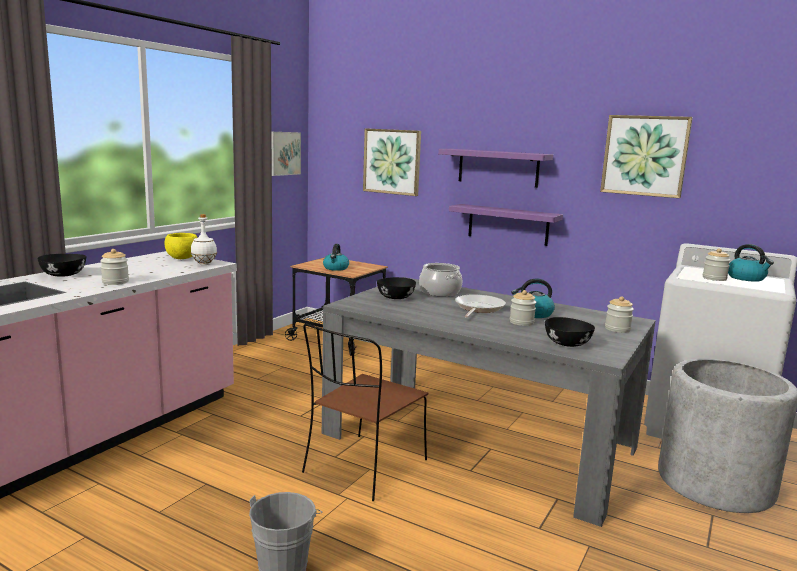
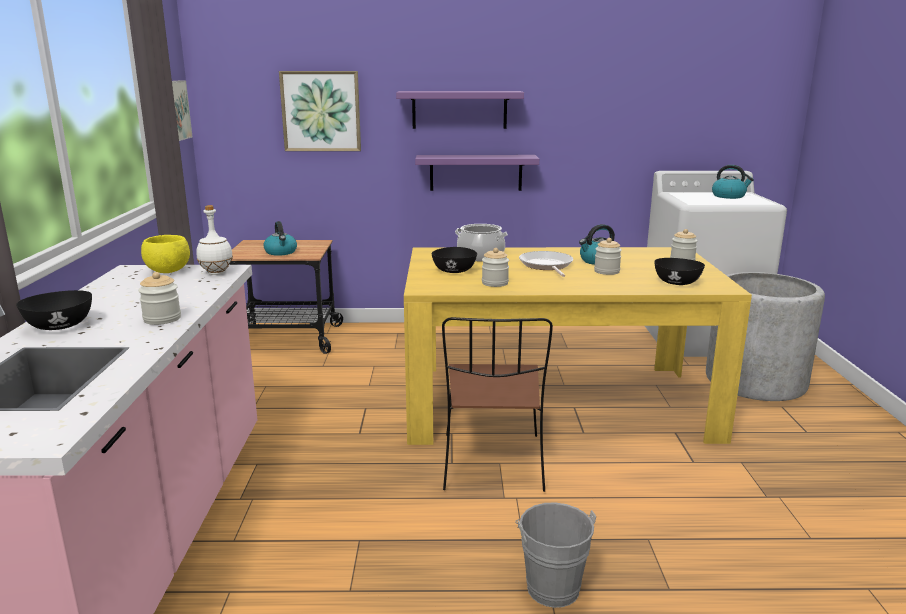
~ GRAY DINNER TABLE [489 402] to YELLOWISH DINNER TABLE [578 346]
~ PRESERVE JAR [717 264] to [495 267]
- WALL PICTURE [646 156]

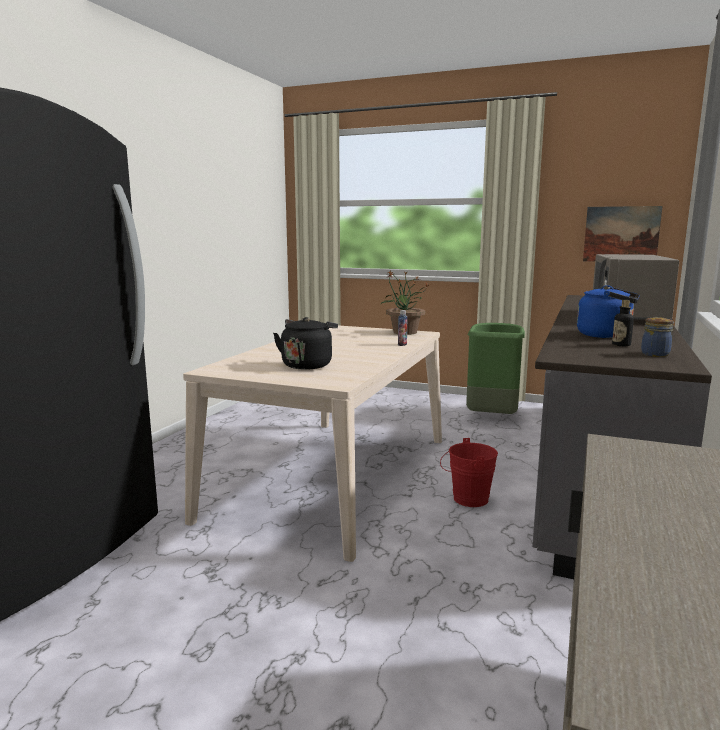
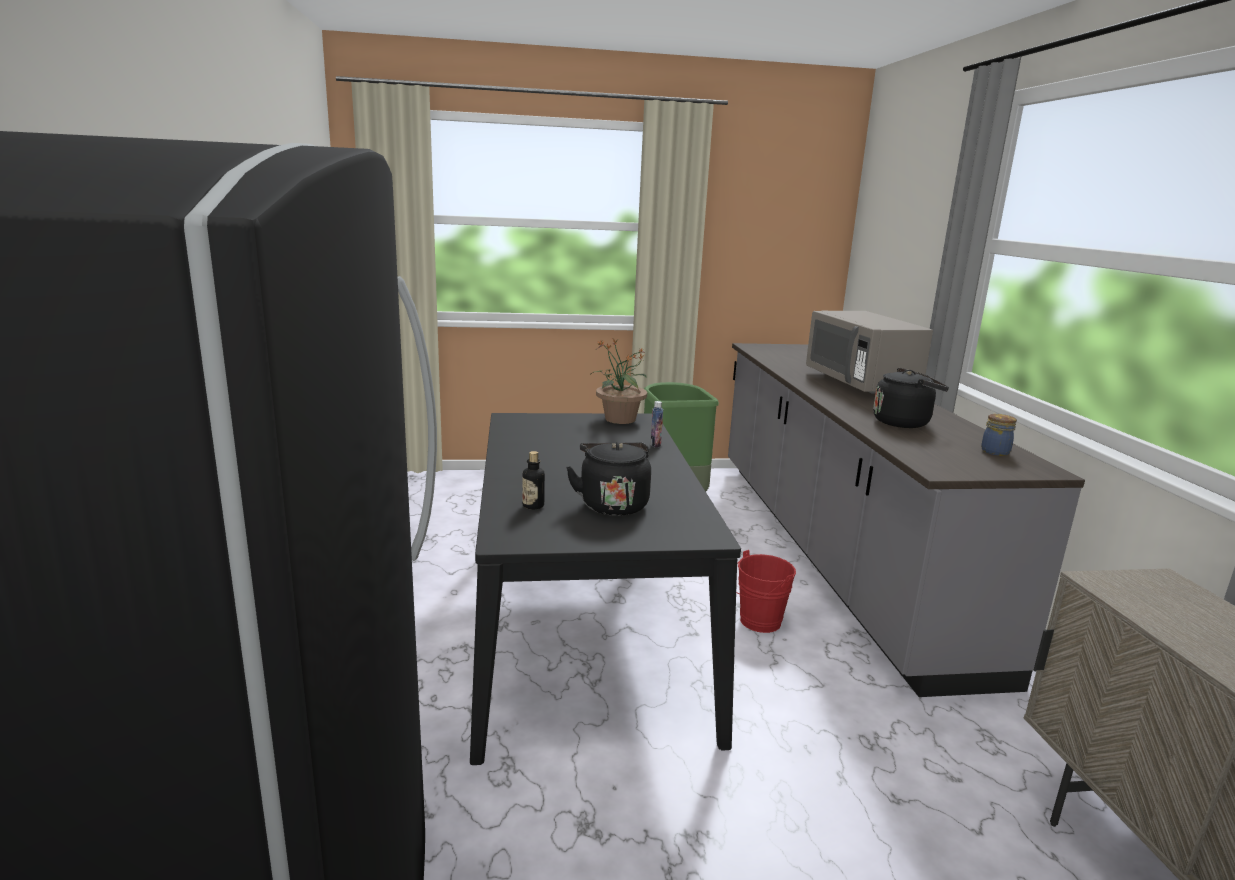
~ BEIGE-COLOURED DINNER TABLE [312 443] to BLACKISH DINNER TABLE [605 589]
~ BOTTLE [623 323] to [533 480]
~ BLUISH KETTLE [608 311] to BLACKISH KETTLE [911 398]
- WALL PICTURE [623 234]

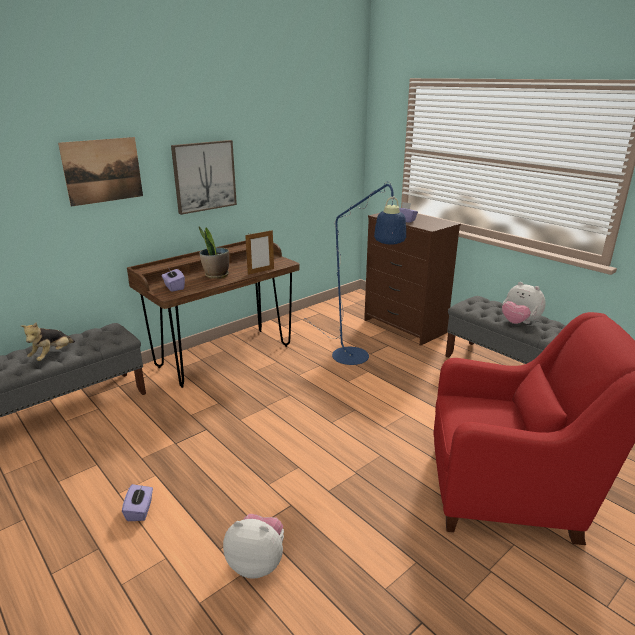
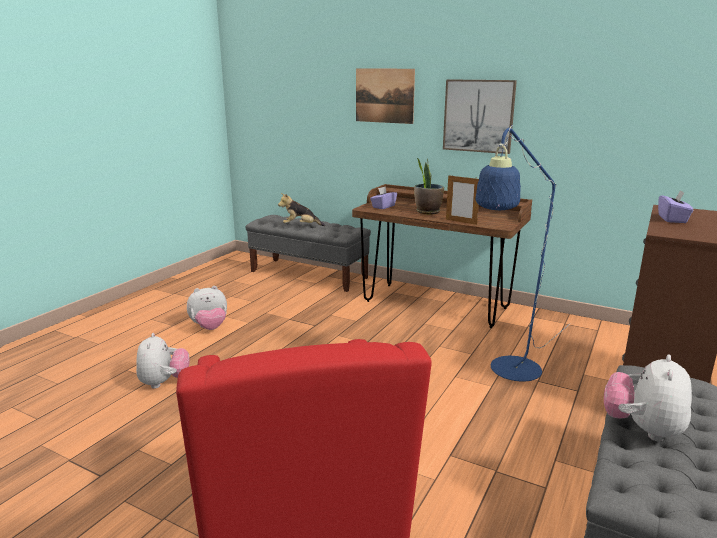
~ PURPLE-COLOURED TISSUE BOX [137 502] to SOFT TOY [207 308]

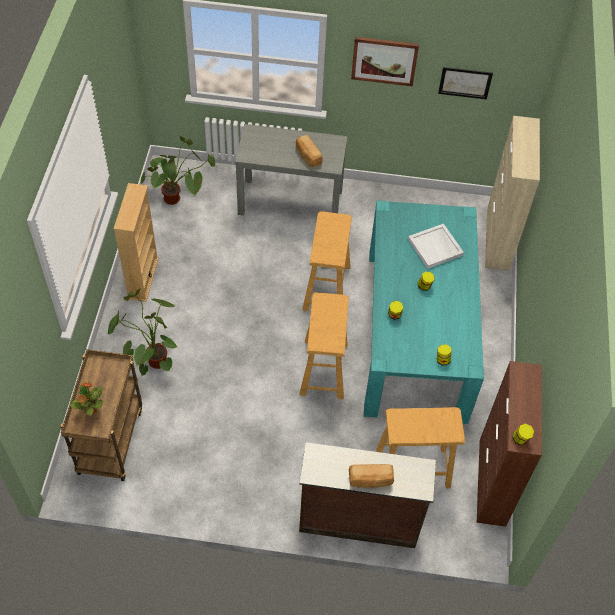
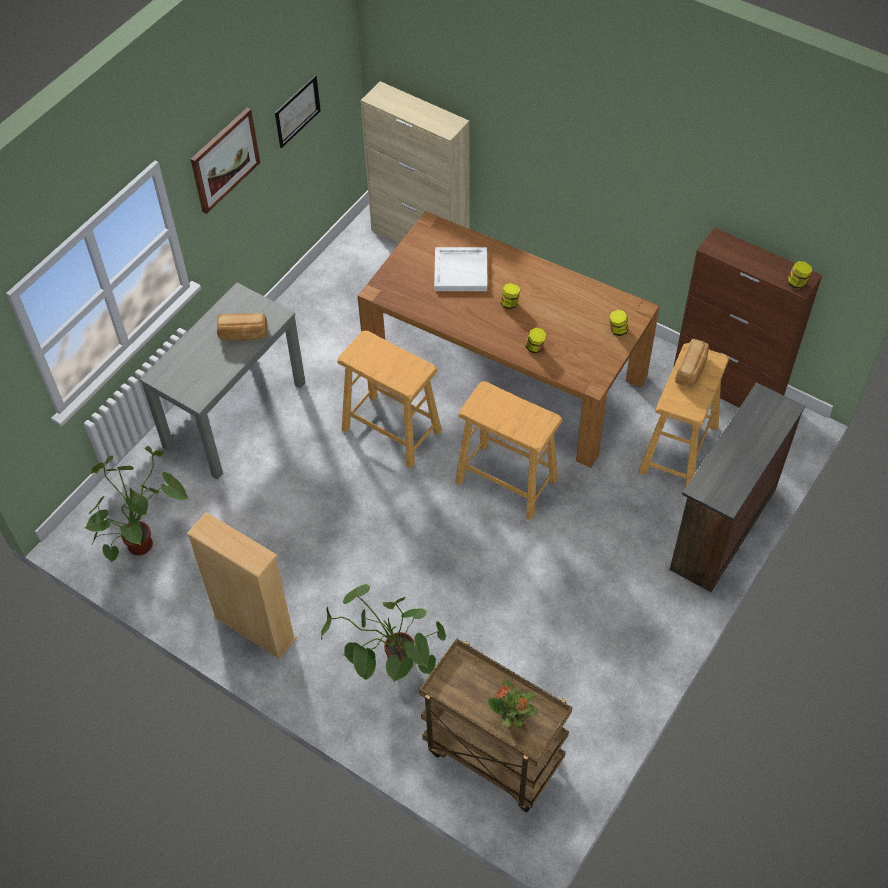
~ BLUE-GREEN DINNER TABLE [424 312] to BROWN-COLOURED DINNER TABLE [509 339]
~ BAKED BREAD [371 476] to [692 363]

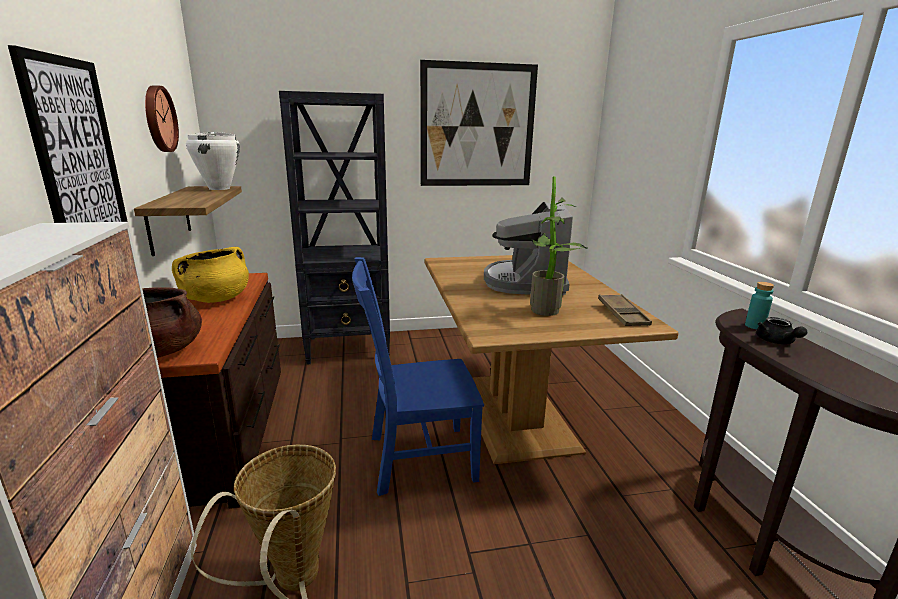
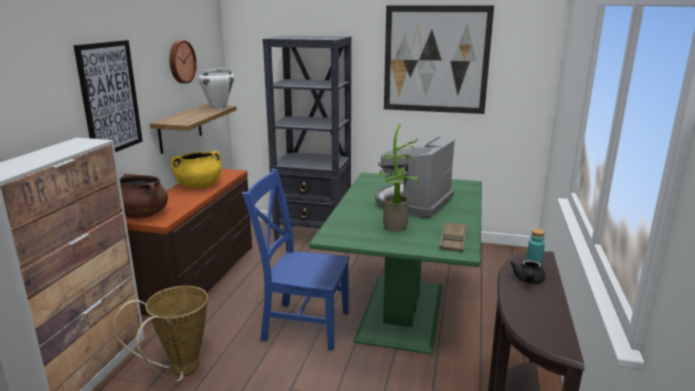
~ BROWN-COLOURED DINNER TABLE [551 359] to GREEN-COLOURED DINNER TABLE [396 263]

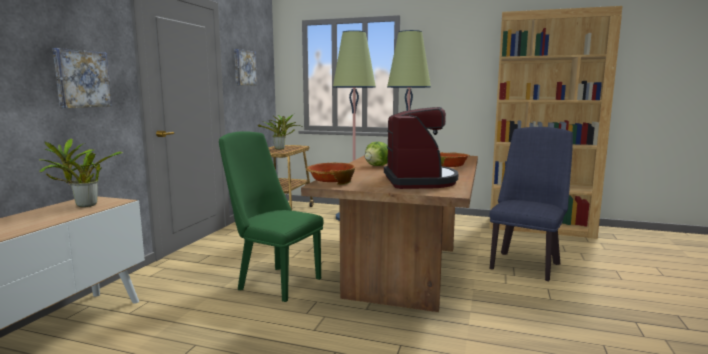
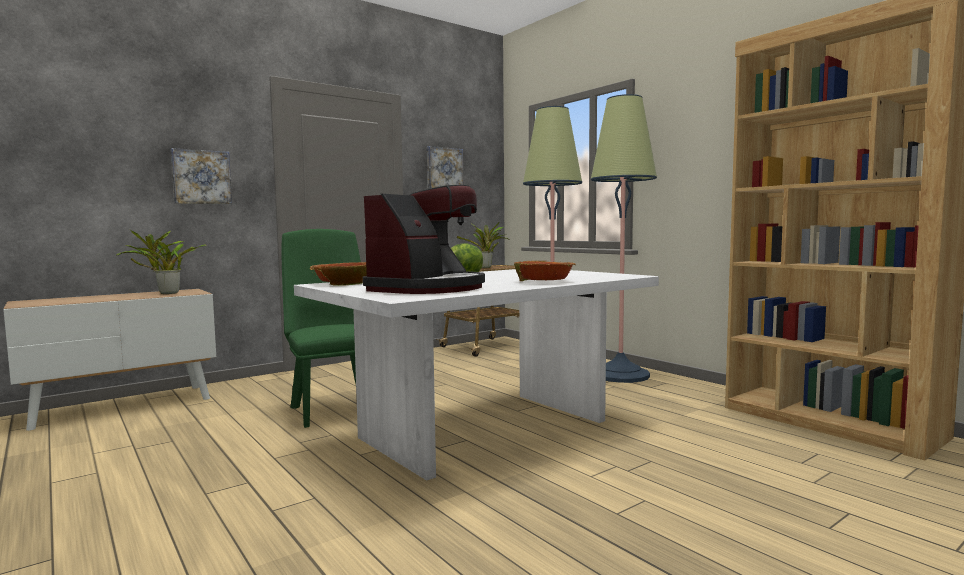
~ BROWN-COLOURED DINNER TABLE [389 233] to WHITE-COLOURED DINNER TABLE [476 375]
- BLUISH CHAIR [531 204]

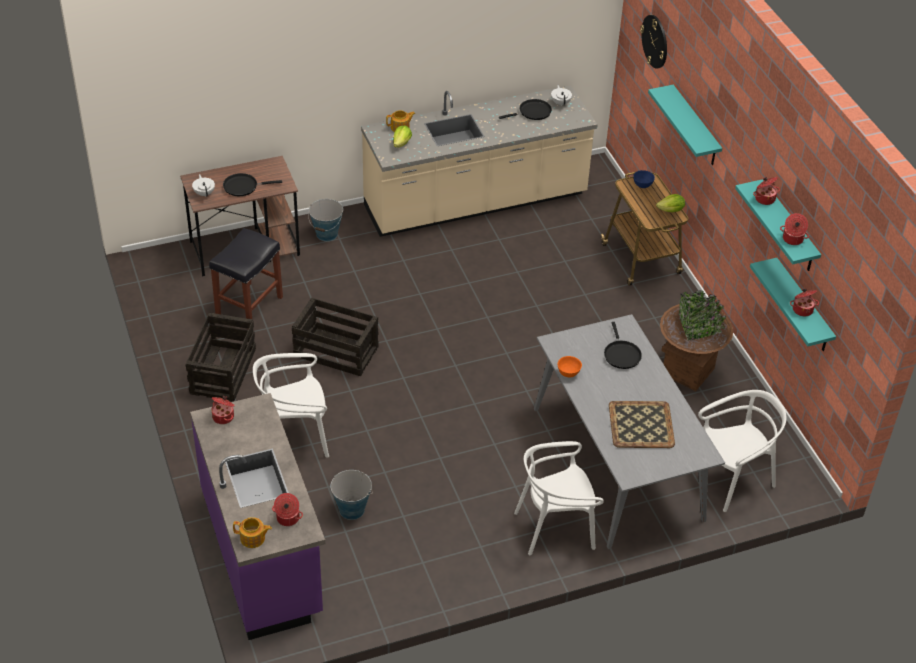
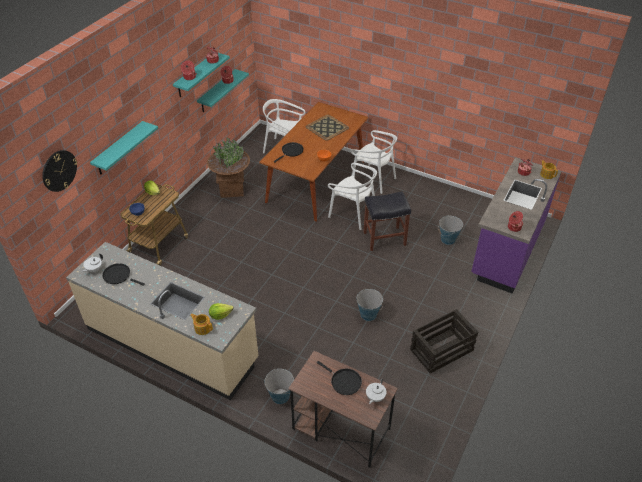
~ GRAY DINNER TABLE [629 431] to BROWN-COLOURED DINNER TABLE [314 161]
~ WHITE-COLOURED CHAIR [291 405] to [352 196]
~ SHIPPING CRATE [335 337] to BUCKET [370 305]
~ BLACKISH SITTING STOOL [246 273] to [387 221]

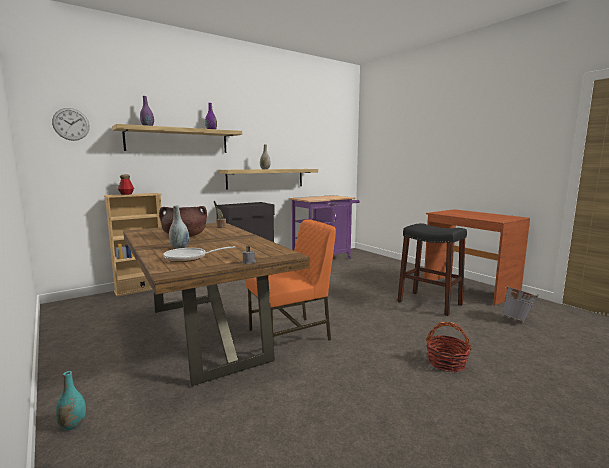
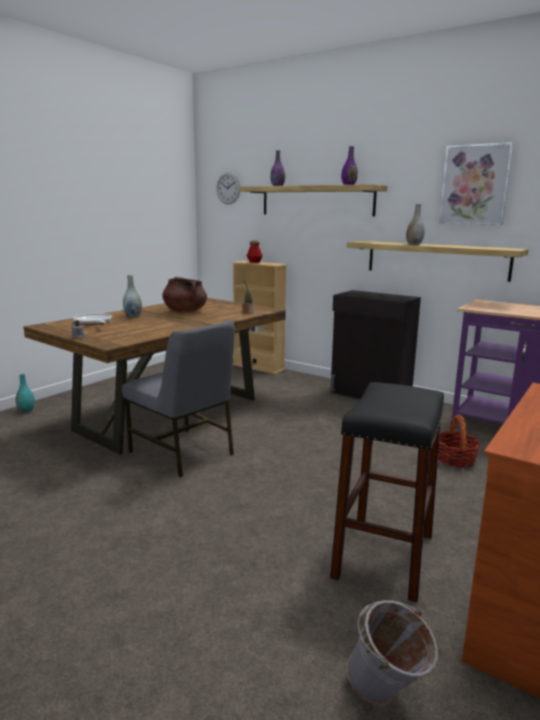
~ ORANGEY CHAIR [290 280] to GRAY CHAIR [178 398]
~ HOUSEHOLD BASKET [448 347] to [459 441]
+ WALL PICTURE [476 183]

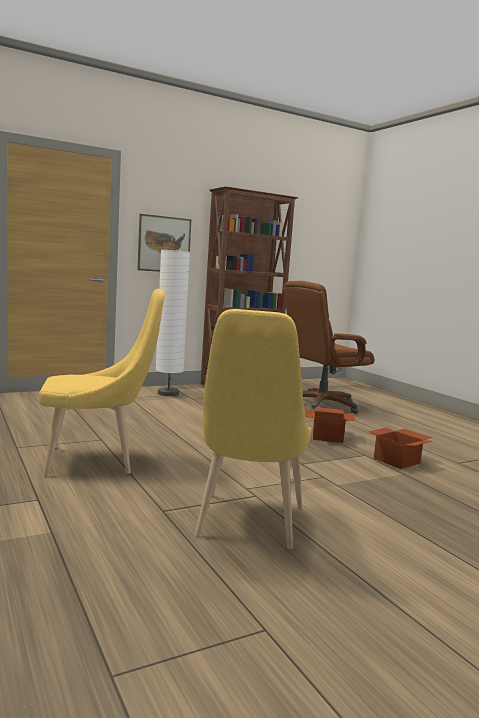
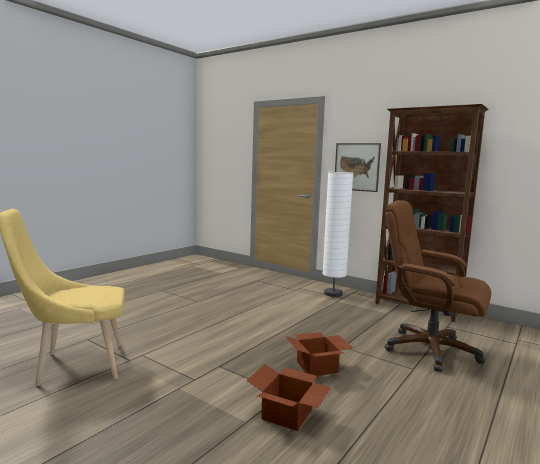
- YELLOWISH CHAIR [102 383]

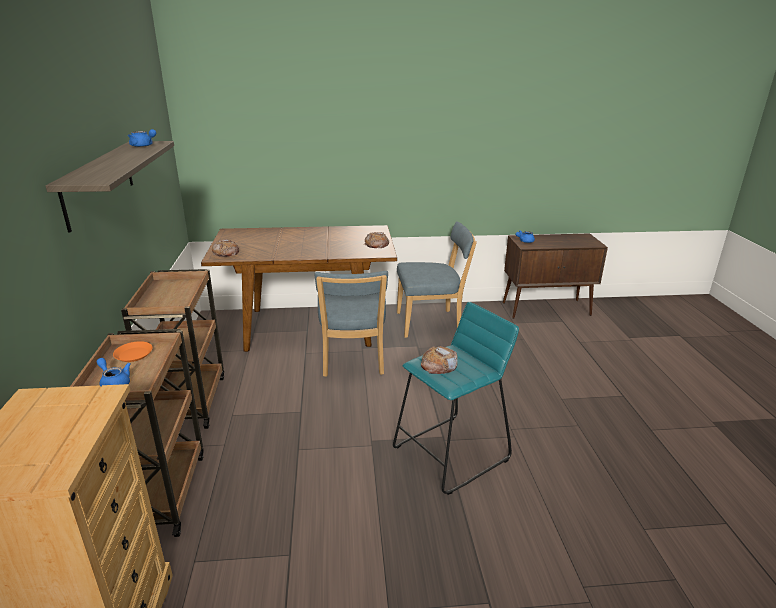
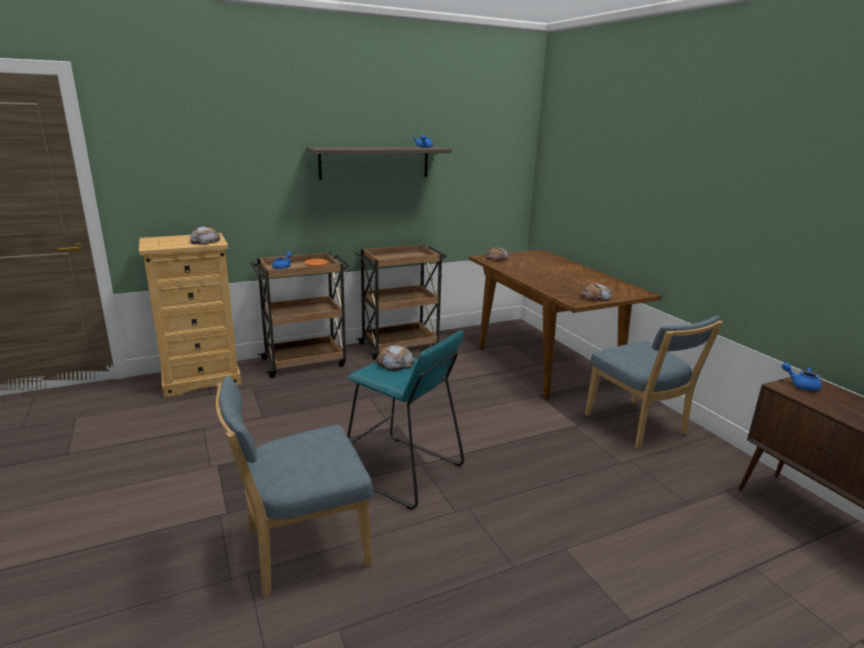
+ BAKED BREAD [205 235]
~ BLUISH CHAIR [351 324] to [294 486]

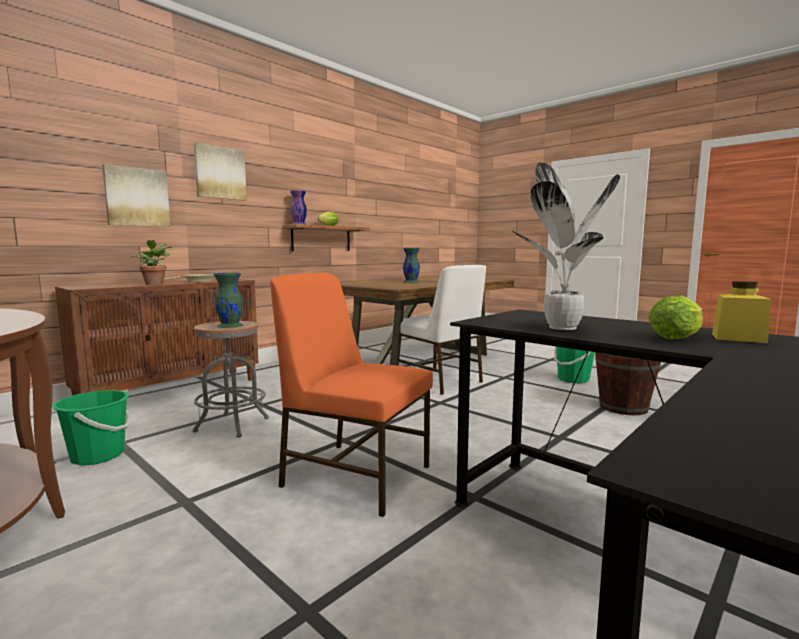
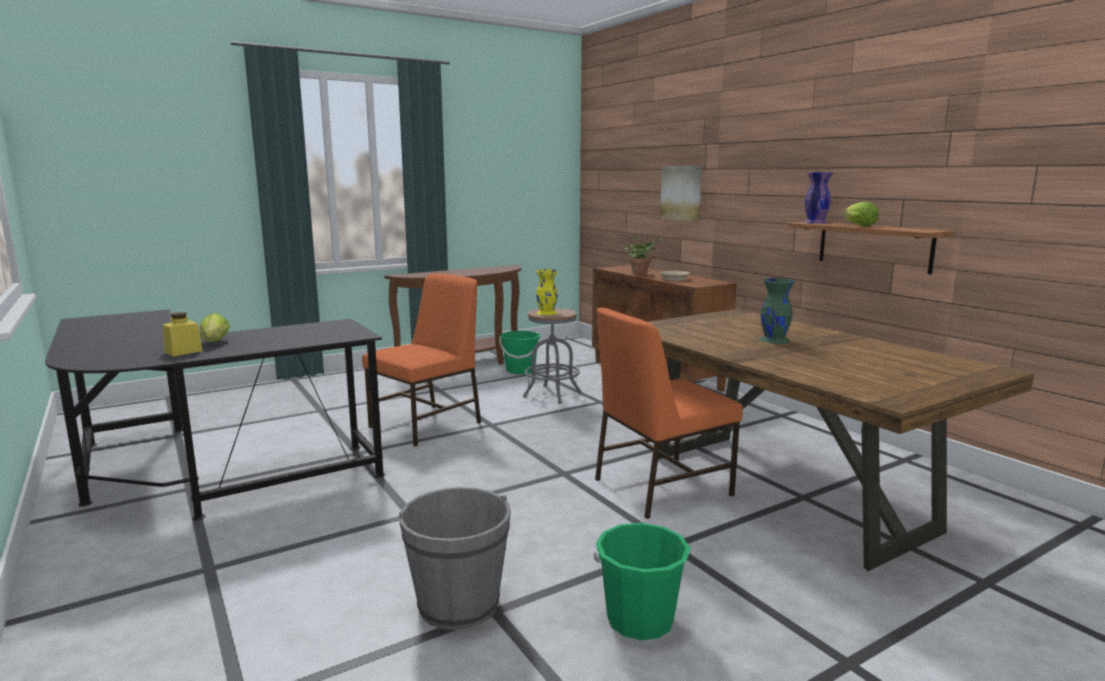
~ BROWN-COLOURED BUCKET [628 383] to GRAY BUCKET [455 558]
~ GREEN-COLOURED DECORATIVE VASE [228 300] to YELLOWISH DECORATIVE VASE [547 292]
~ WHITE-COLOURED CHAIR [439 330] to ORANGEY CHAIR [669 413]
- WALL PICTURE [220 171]
- POTTED PLANT [565 246]

